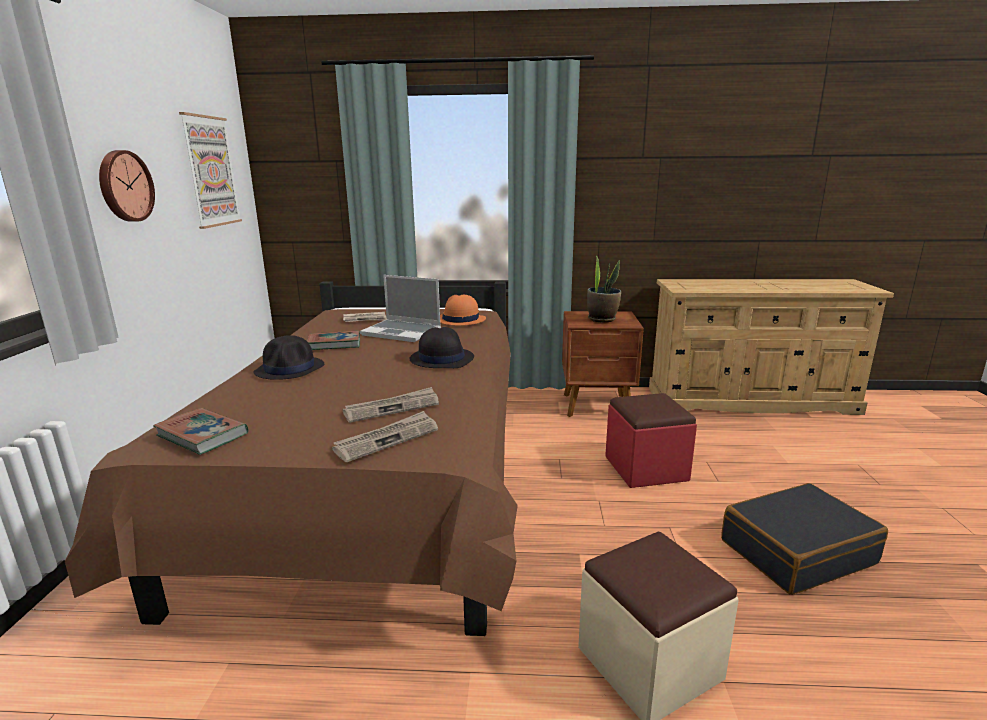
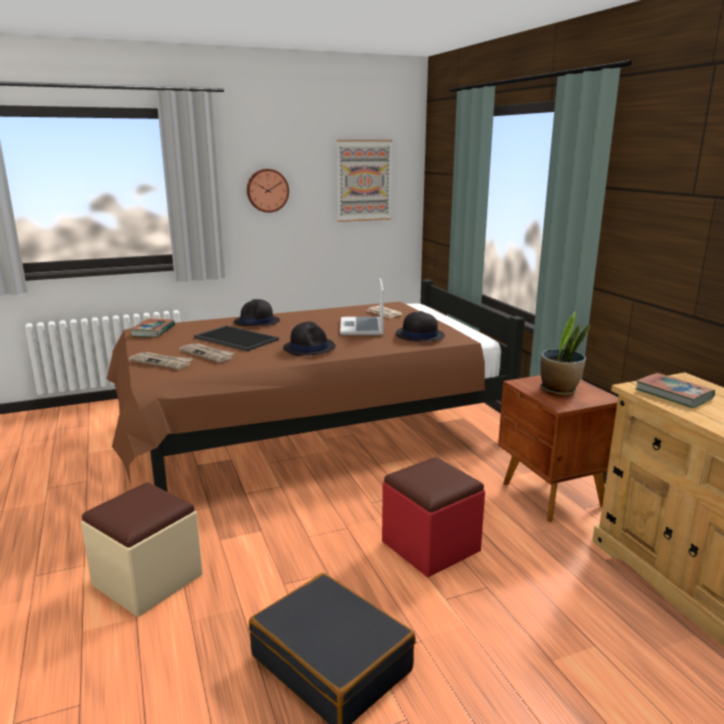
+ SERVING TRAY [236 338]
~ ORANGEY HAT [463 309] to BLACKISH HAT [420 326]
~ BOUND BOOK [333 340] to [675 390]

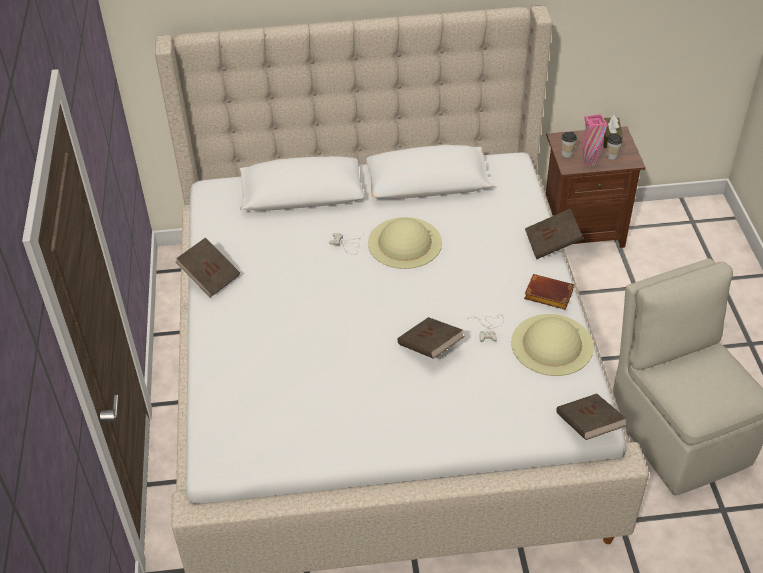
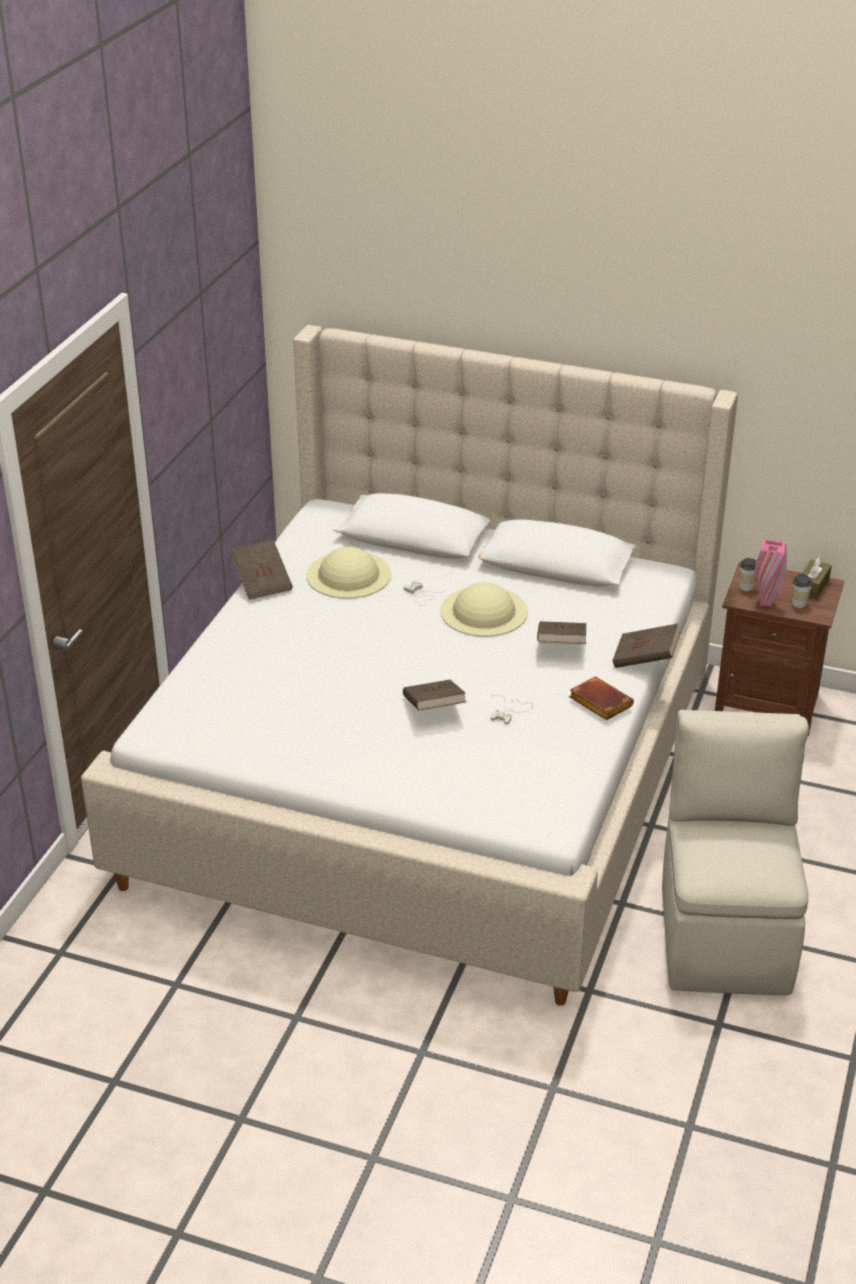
~ BEIGE-COLOURED HAT [552 345] to [348 572]
~ BROWN-COLOURED BOUND BOOK [591 416] to [561 632]

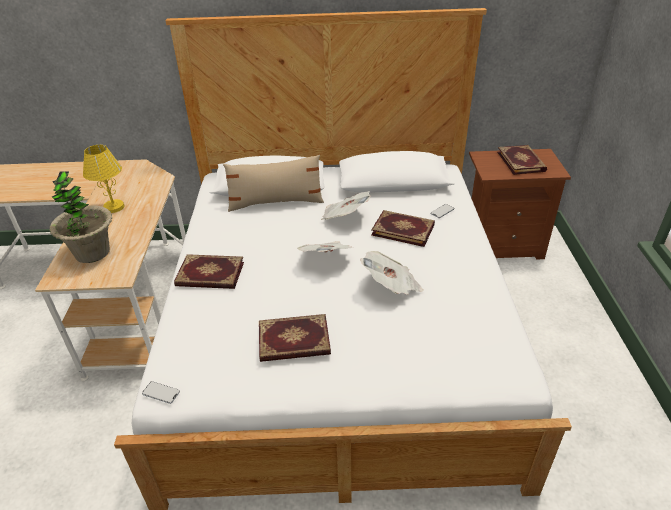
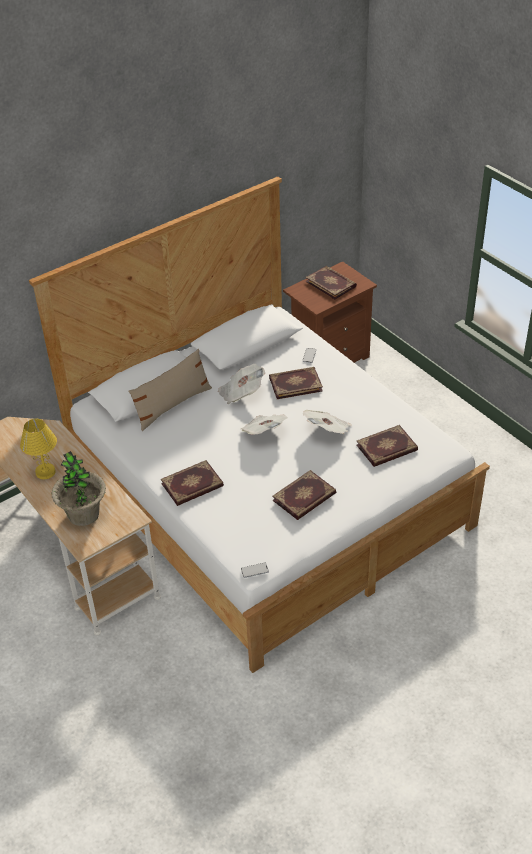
+ BOUND BOOK [387 446]

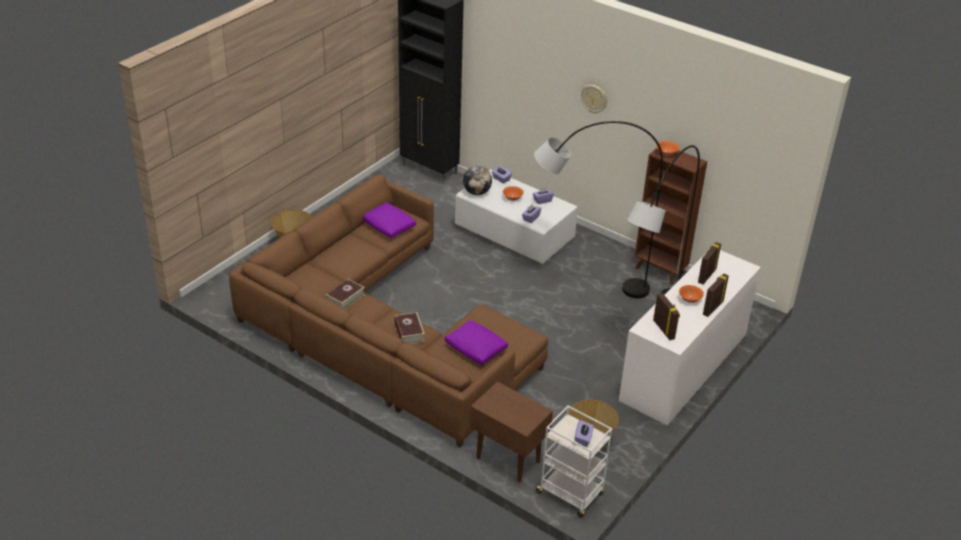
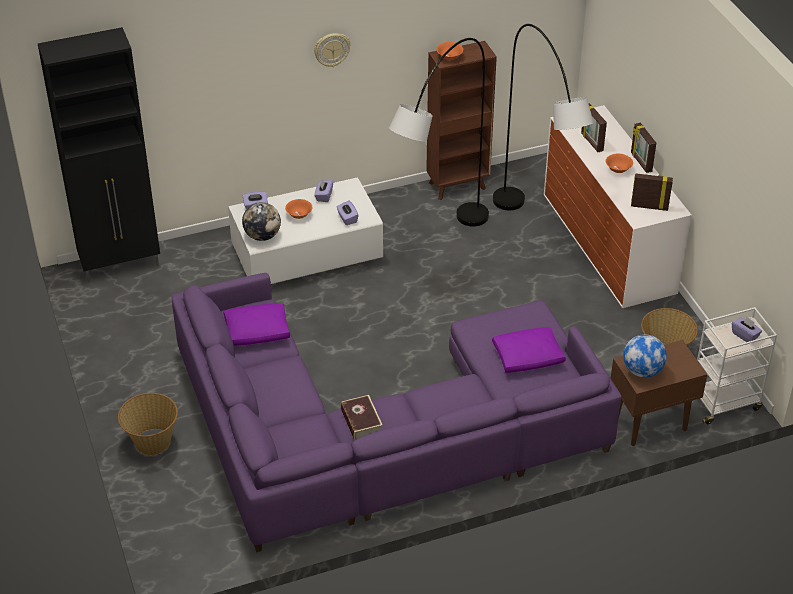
~ BROWN-COLOURED SETTEE [388 311] to PURPLE-COLOURED SETTEE [396 412]
+ GLOBE [645 356]
- BOUND BOOK [409 328]

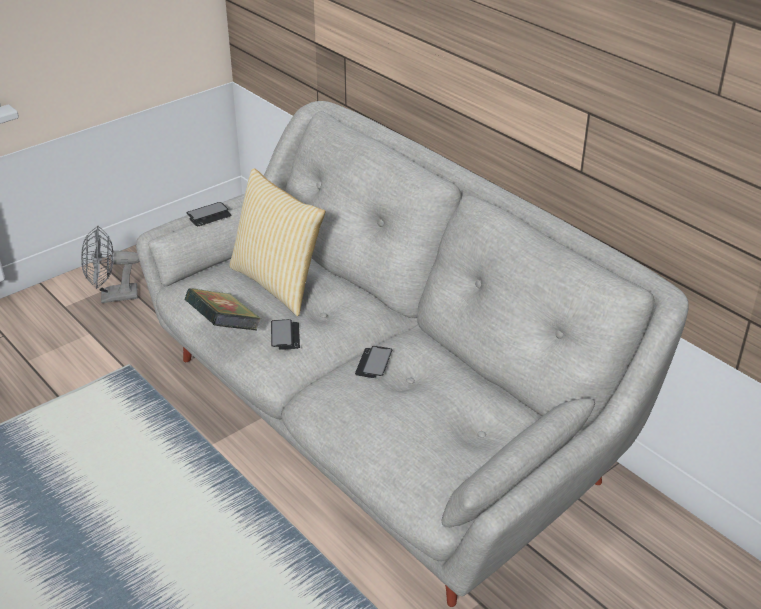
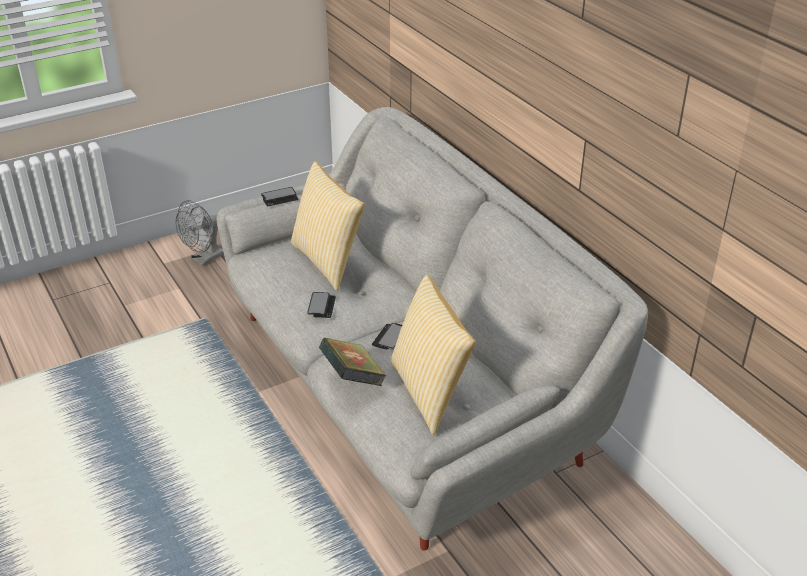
~ GRAY ELECTRIC FAN [110 264] = [199 233] 45 degrees counterclockwise
~ BOUND BOOK [223 309] to [353 362]
+ THROW PILLOW [433 355]

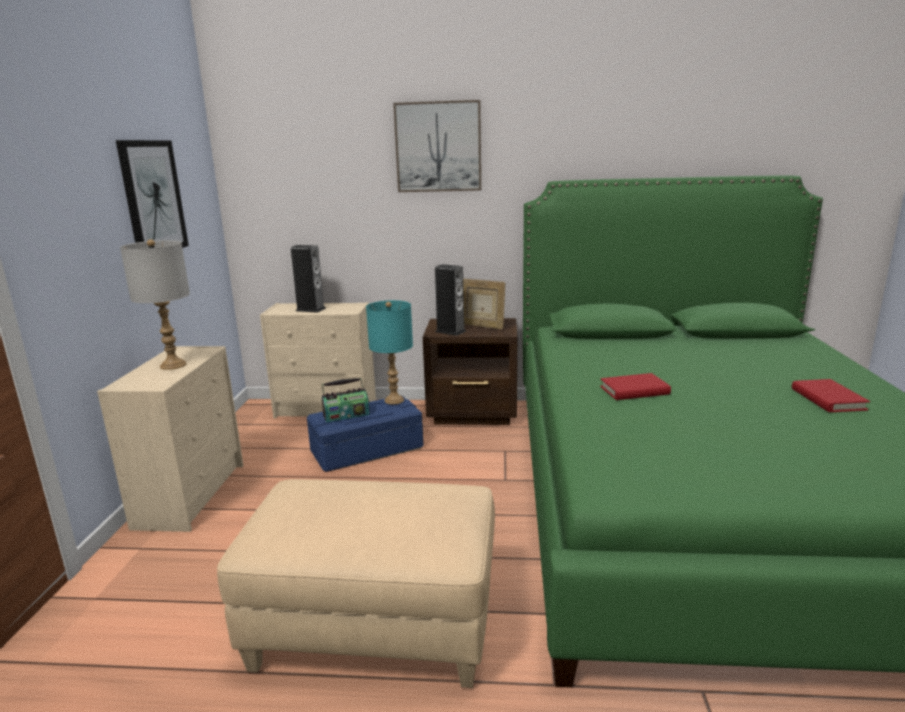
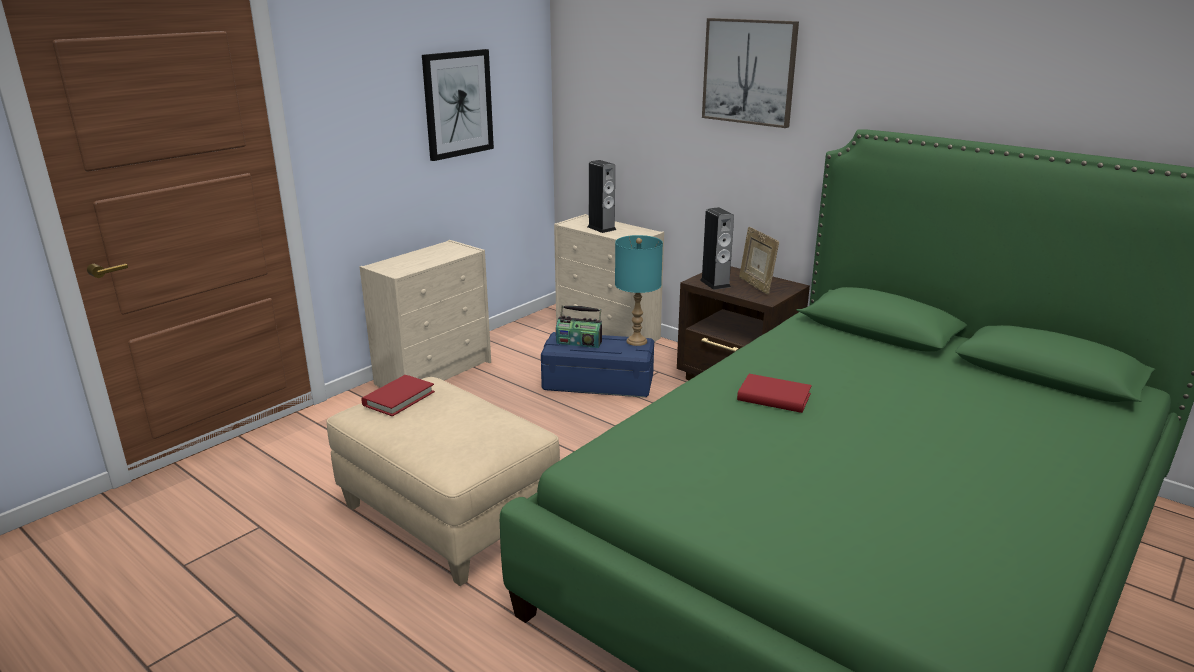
~ REDDISH BOUND BOOK [831 395] to [398 395]
- GRAY TABLETOP LAMP [155 304]

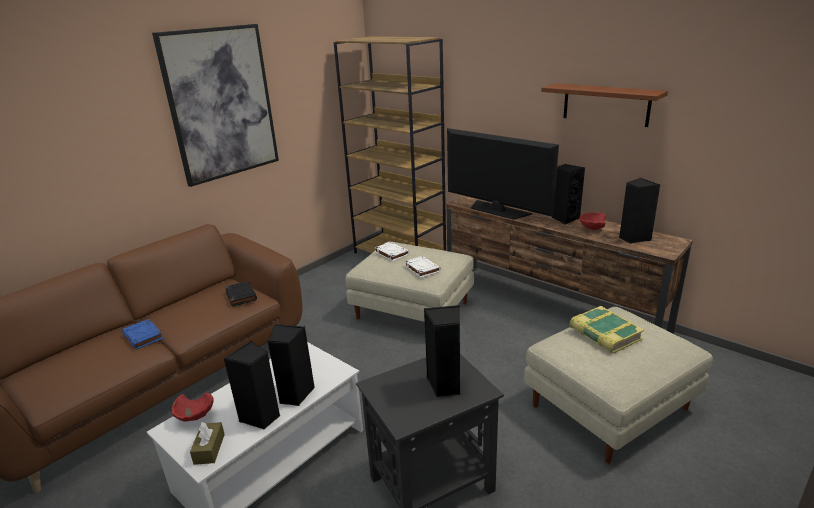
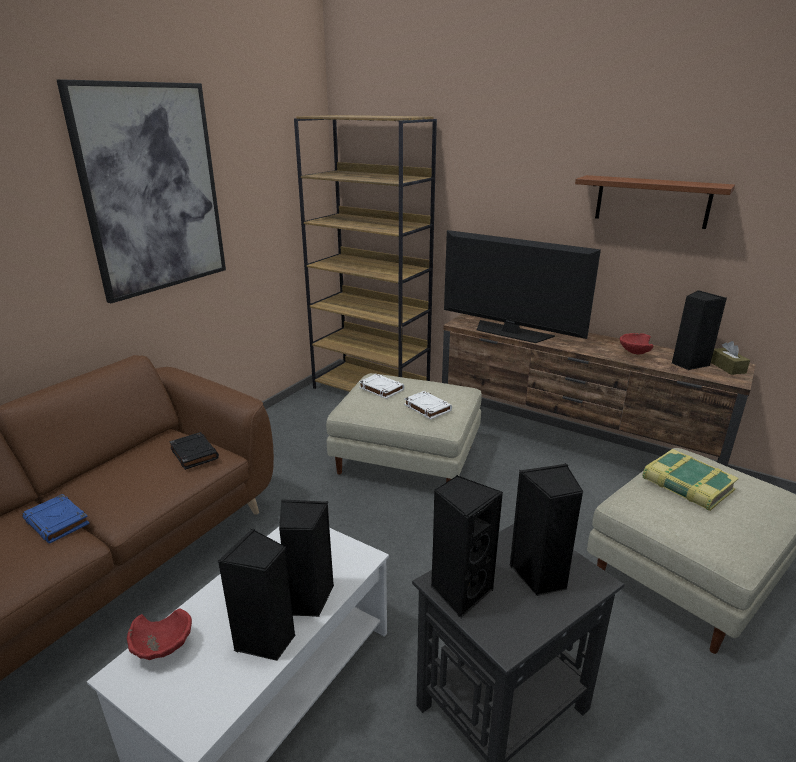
~ BLACKISH AUDIO SPEAKER [568 194] to [467 546]
~ BROWN-COLOURED TISSUE BOX [207 443] to [730 358]

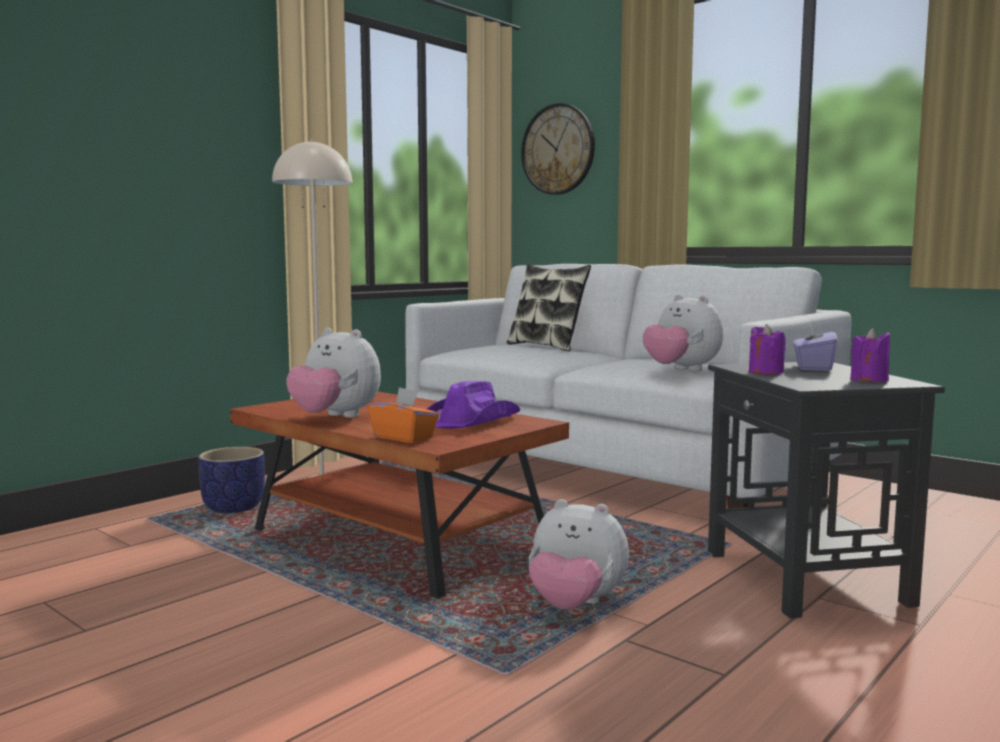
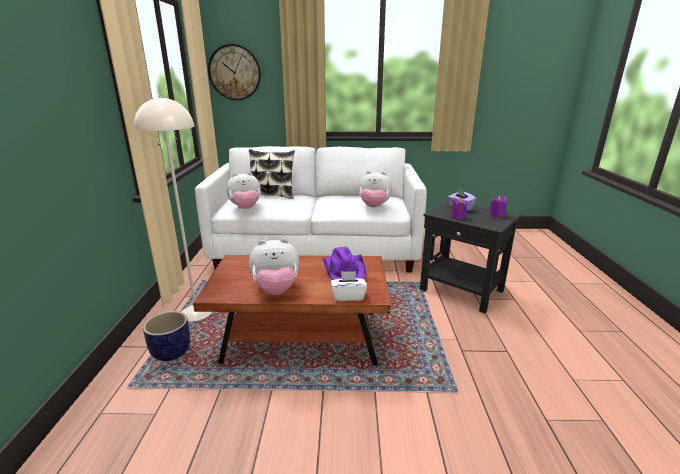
~ SOFT TOY [579 554] to [243 190]
~ ORANGEY TISSUE BOX [403 415] to WHITE-COLOURED TISSUE BOX [349 286]

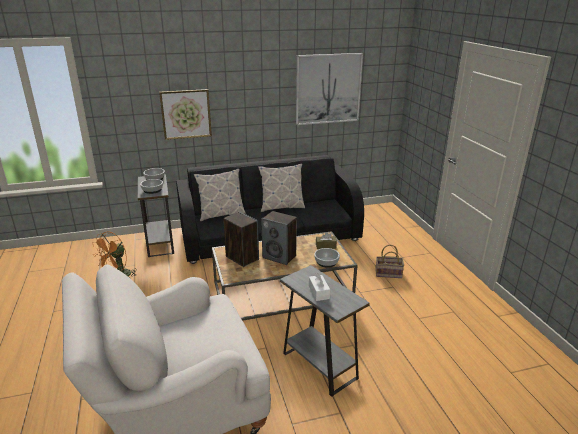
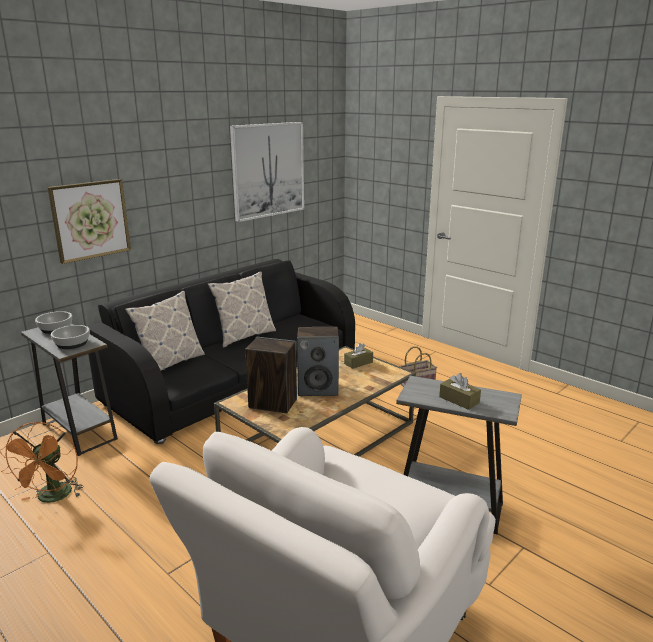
~ WHITE-COLOURED TISSUE BOX [319 287] to BROWN-COLOURED TISSUE BOX [460 391]
- DEEP DISH [327 258]

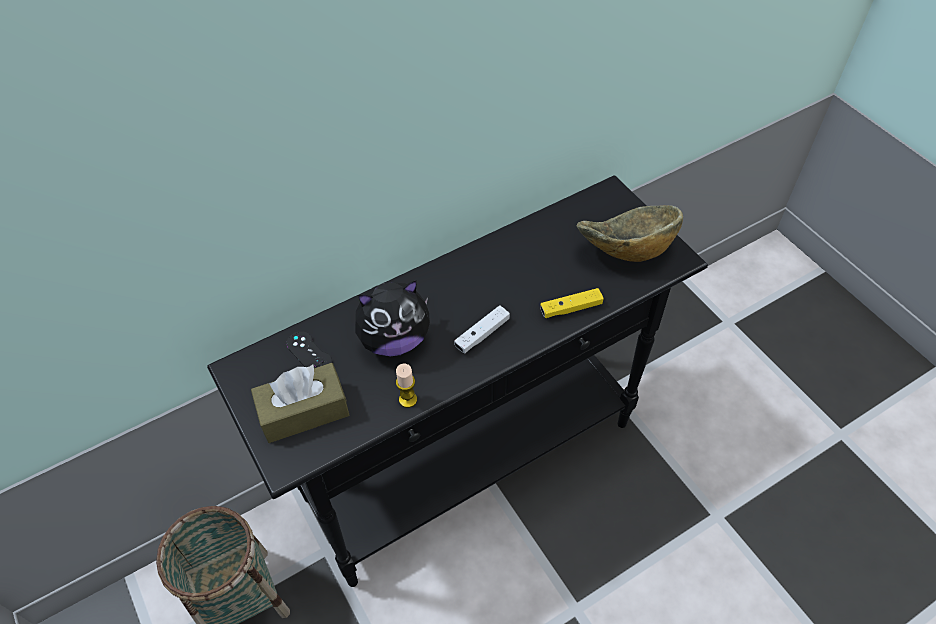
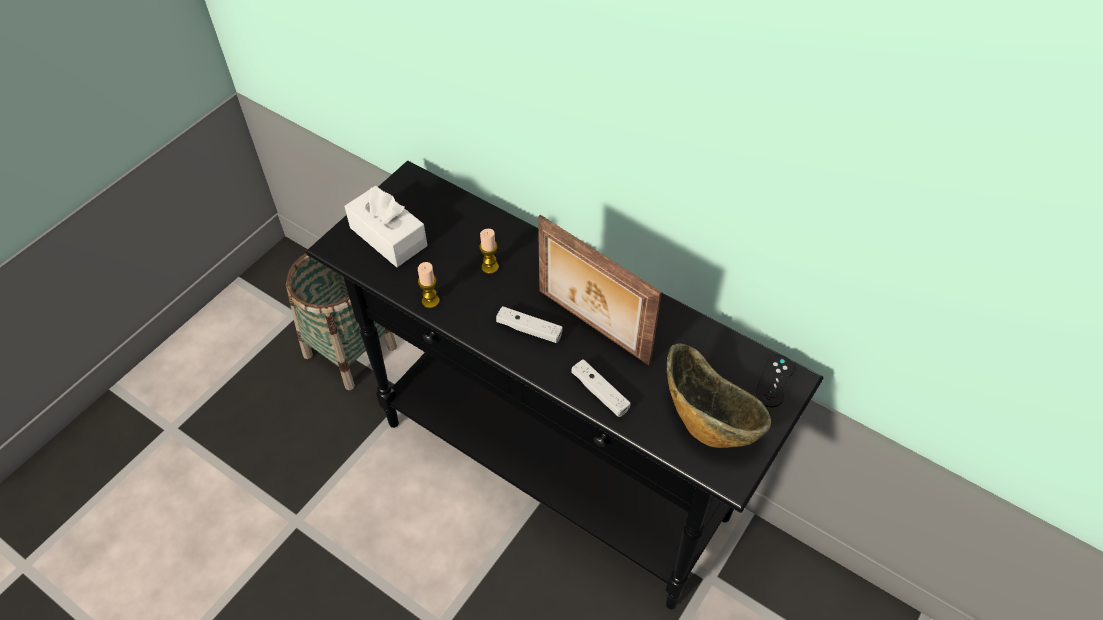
~ BROWN-COLOURED TISSUE BOX [300 403] to WHITE-COLOURED TISSUE BOX [386 226]
~ SOFT TOY [392 318] to WAX LIGHT [489 251]
+ PHOTO FRAME [600 290]
~ YELLOWISH JOYPAD [572 303] to WHITE-COLOURED JOYPAD [601 388]
~ BLACKISH JOYPAD [309 349] to [774 381]

